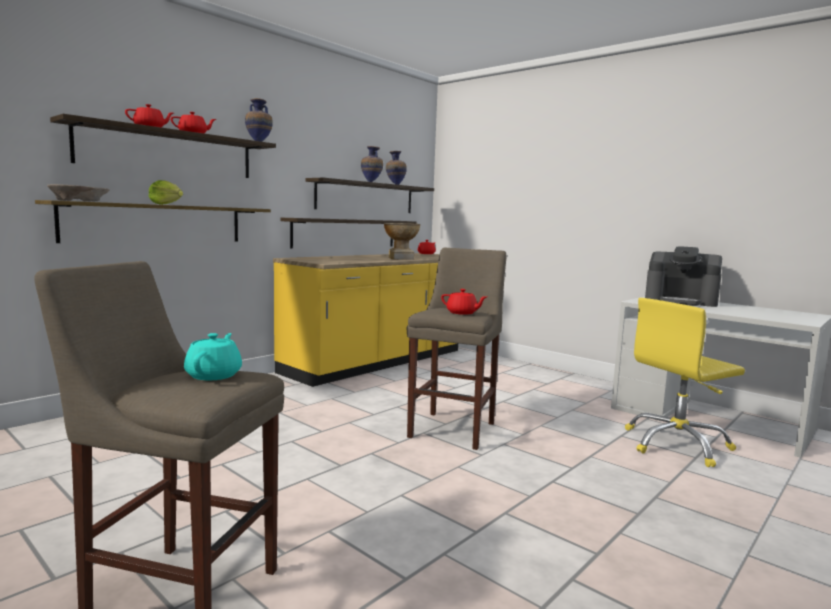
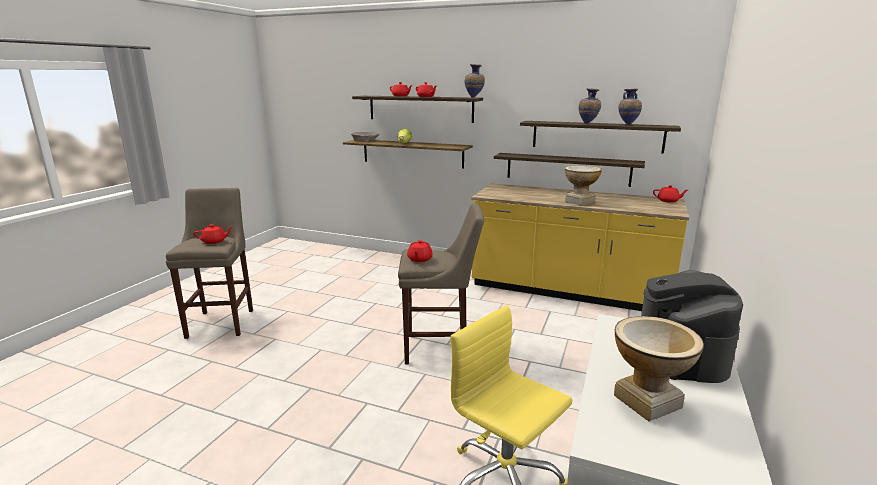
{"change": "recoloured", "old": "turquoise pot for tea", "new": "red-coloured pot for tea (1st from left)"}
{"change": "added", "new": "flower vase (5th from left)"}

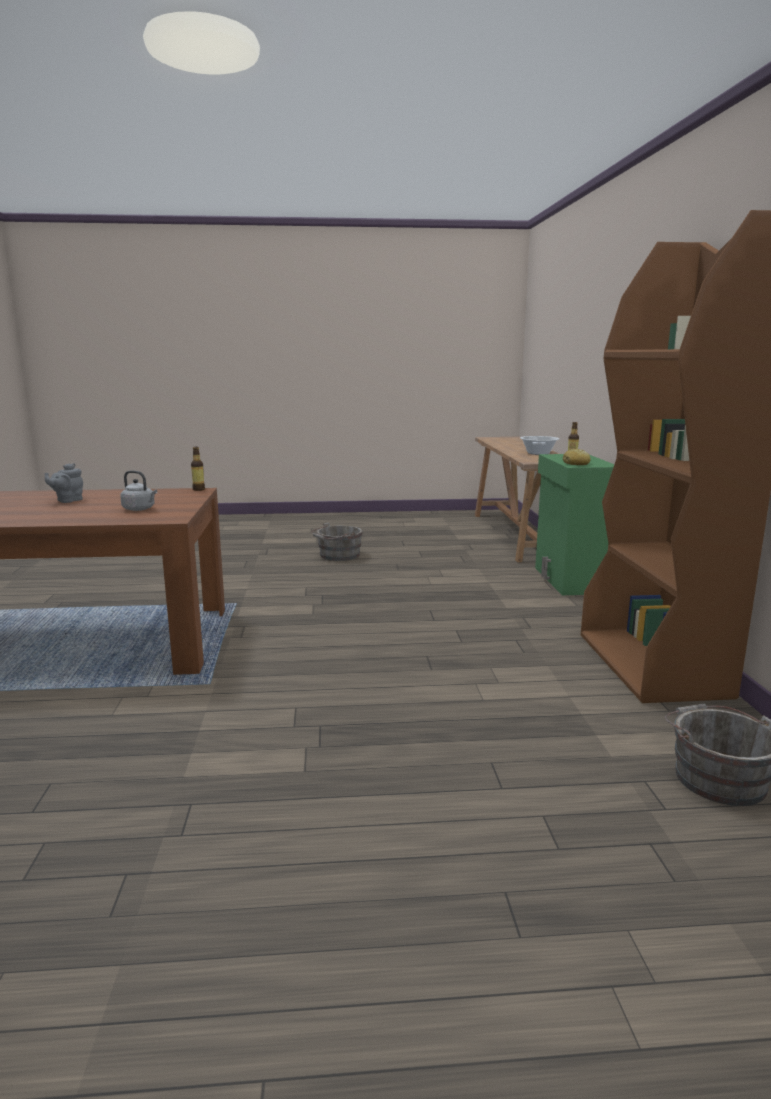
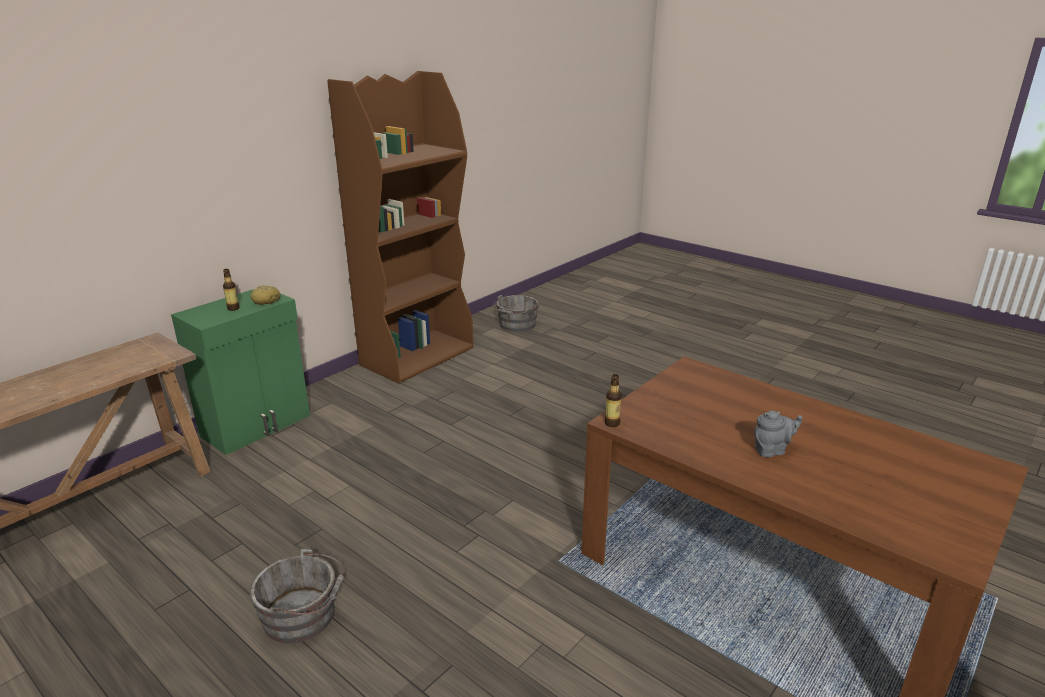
{"change": "removed", "old": "greyish kettle"}
{"change": "removed", "old": "saucepot"}

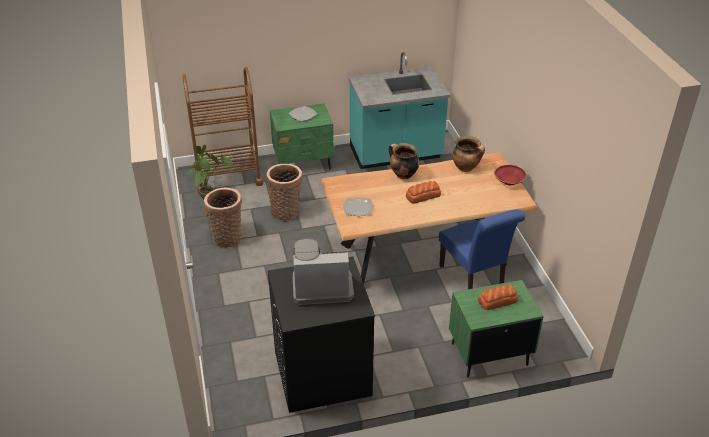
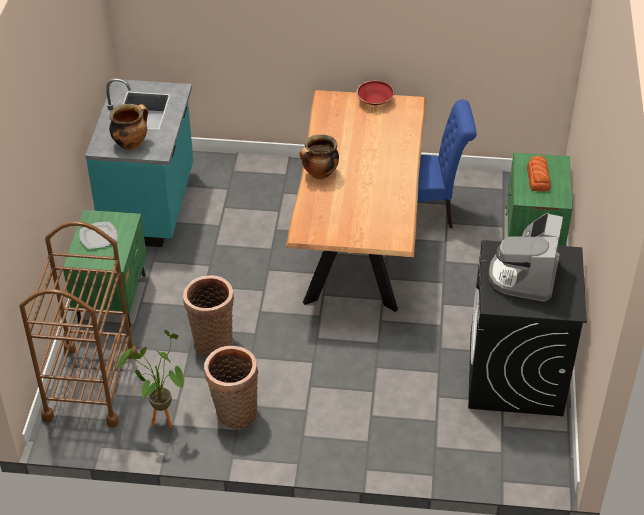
{"change": "moved", "old": "saucepot (2nd from left in the first image)", "new": "saucepot (1st from left)"}
{"change": "removed", "old": "dinner plate (2nd from left)"}
{"change": "removed", "old": "baked bread (1st from left)"}

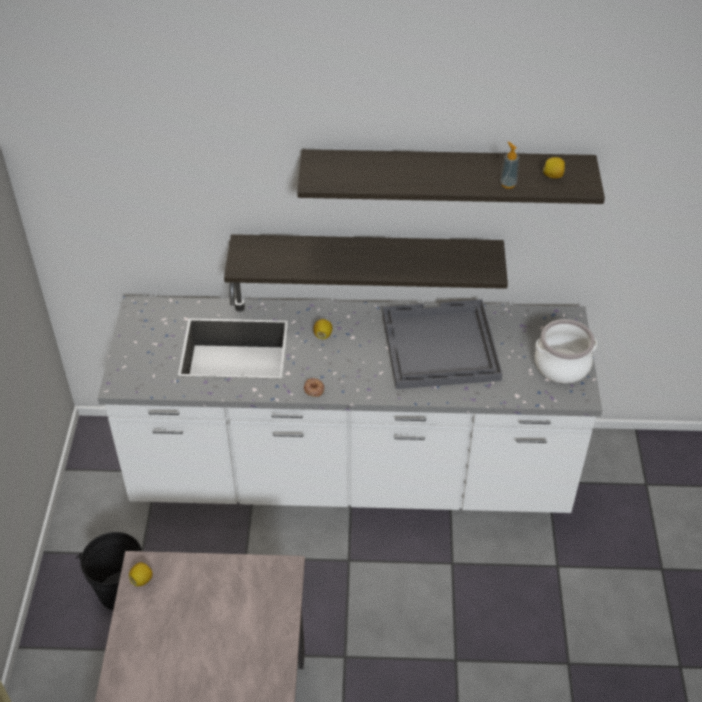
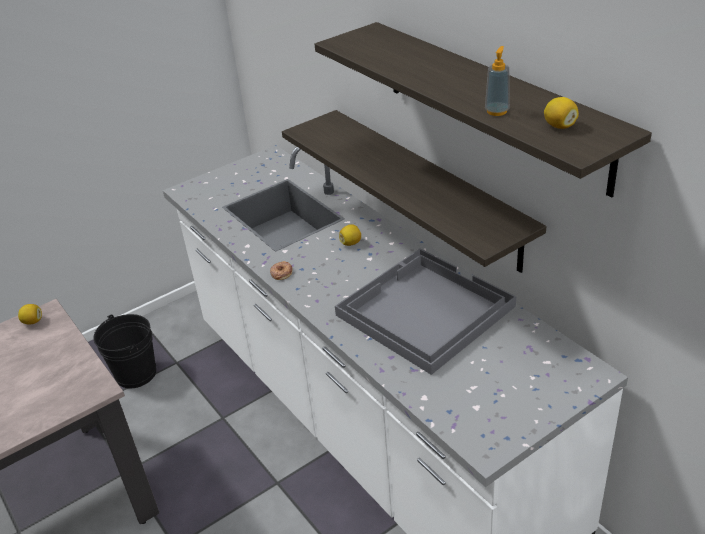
{"change": "removed", "old": "saucepot"}

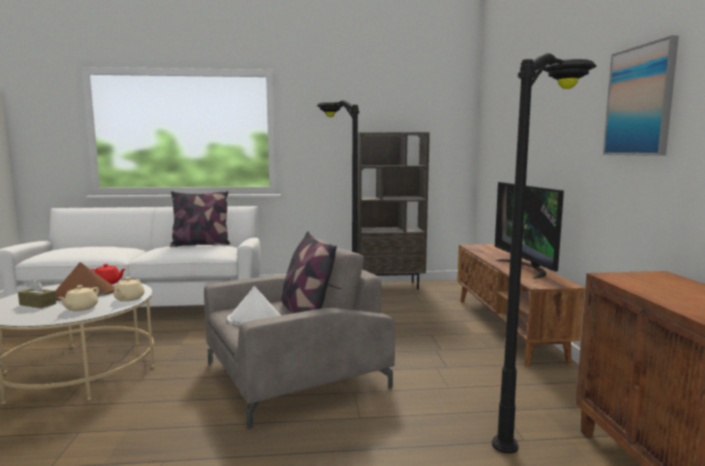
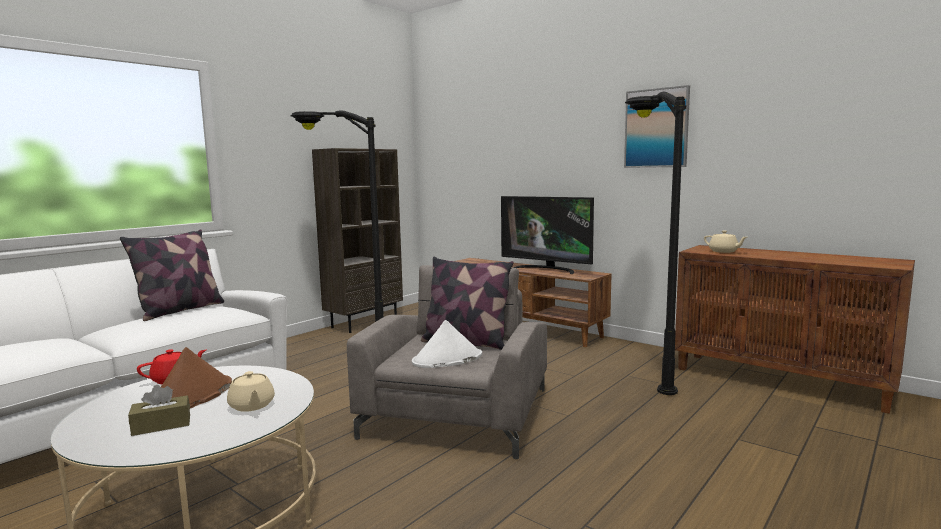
{"change": "moved", "old": "beige-coloured pot for tea (2nd from left)"}

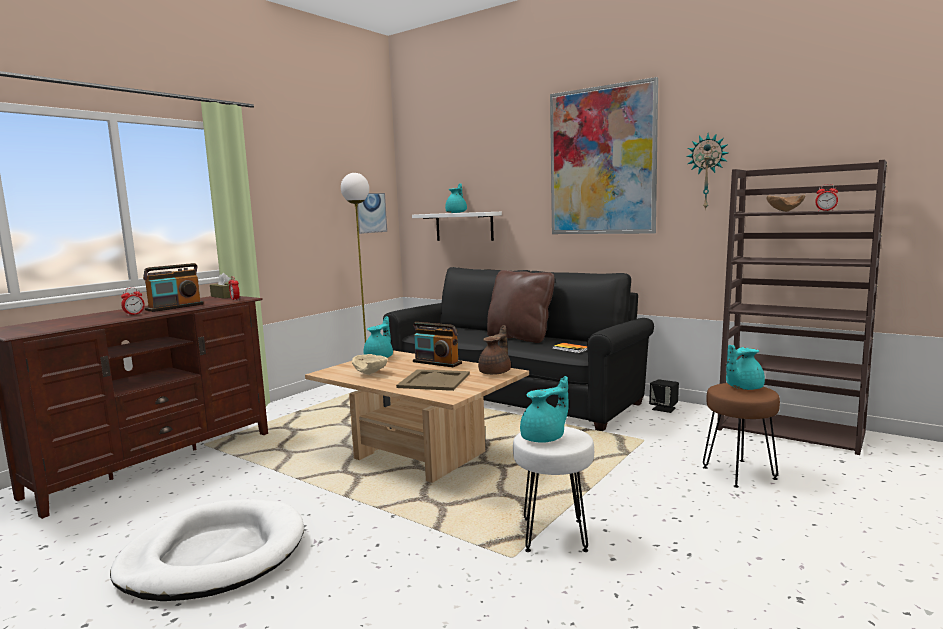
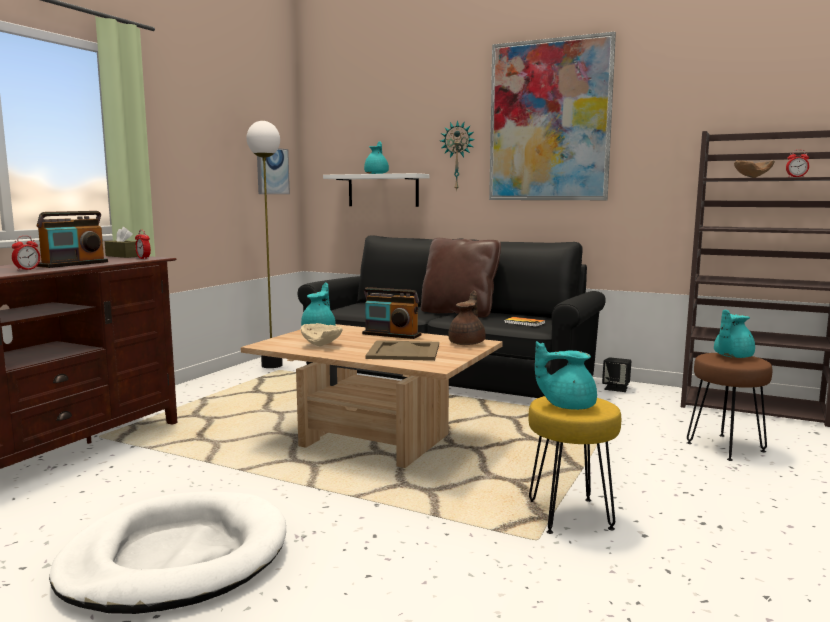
{"change": "moved", "old": "wall clock"}
{"change": "recoloured", "old": "white-coloured stool seat", "new": "yellowish stool seat"}
{"change": "turned", "old": "turquoise pot for tea (3rd from left)", "degrees": -135}

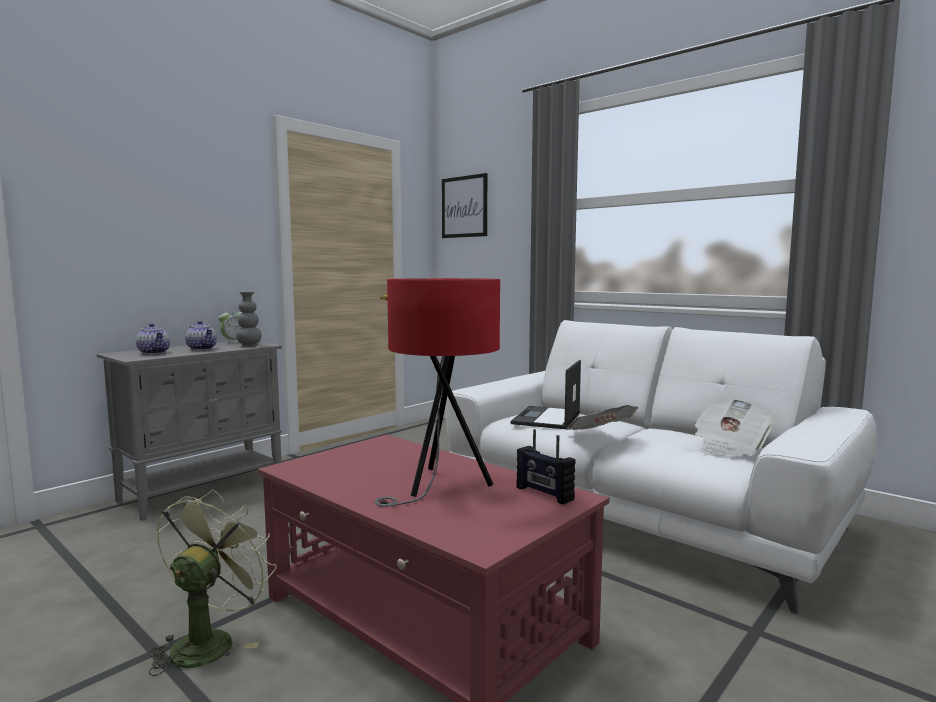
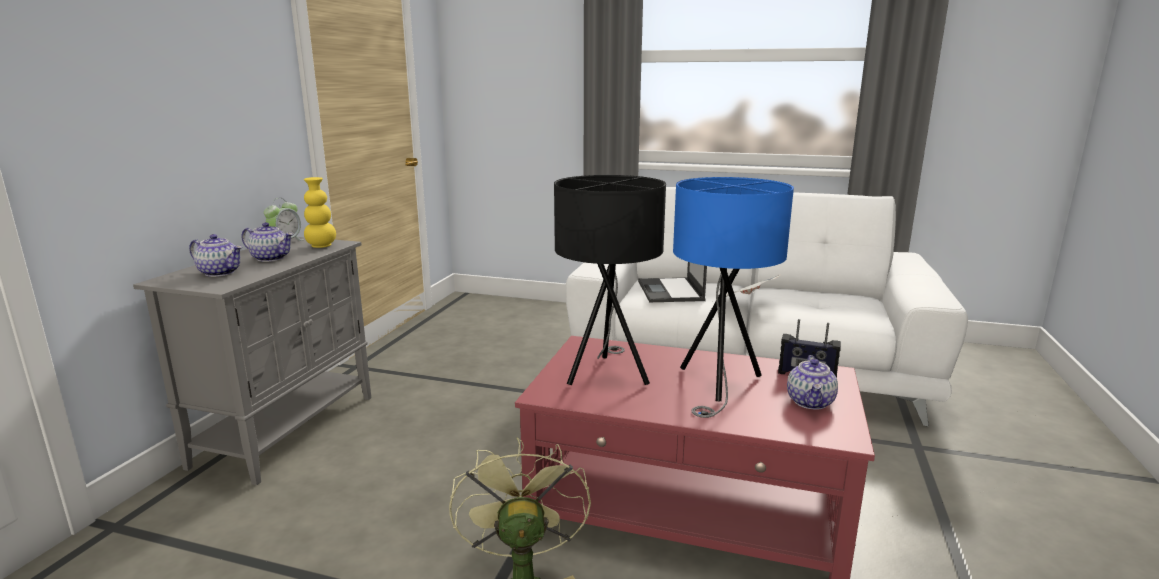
{"change": "recoloured", "old": "greyish flower vase", "new": "yellowish flower vase"}
{"change": "added", "new": "blackish lamp for a table"}
{"change": "recoloured", "old": "red-coloured lamp for a table", "new": "blue-coloured lamp for a table"}
{"change": "added", "new": "pot for tea (3rd from left)"}
{"change": "removed", "old": "wall picture"}
{"change": "removed", "old": "newspaper (2nd from left)"}

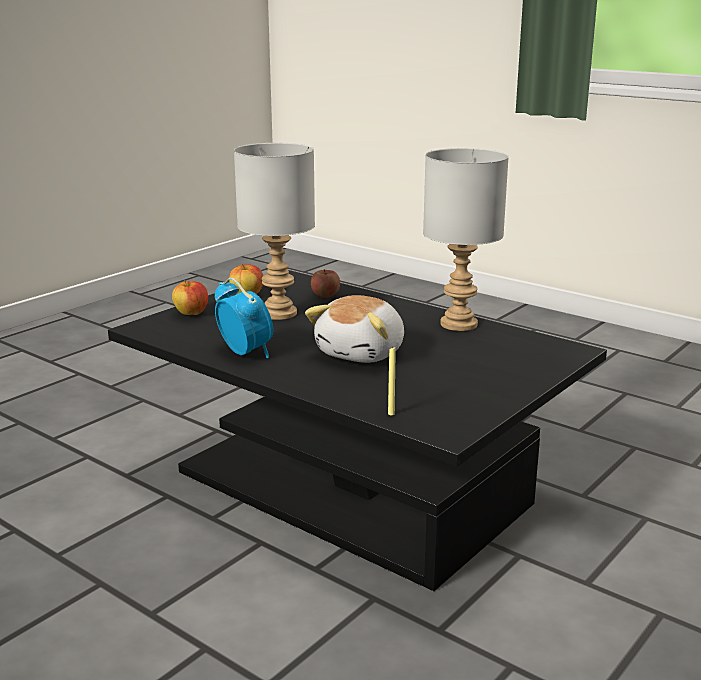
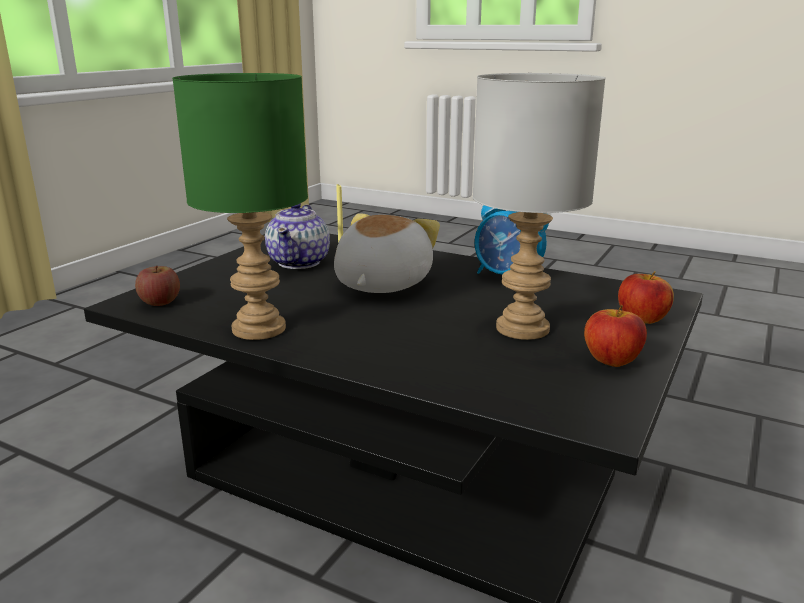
{"change": "moved", "old": "apple fruit (3rd from left in the first image)", "new": "apple fruit (1st from left)"}
{"change": "recoloured", "old": "greyish lamp for a table (2nd from left)", "new": "green lamp for a table"}
{"change": "added", "new": "pot for tea"}

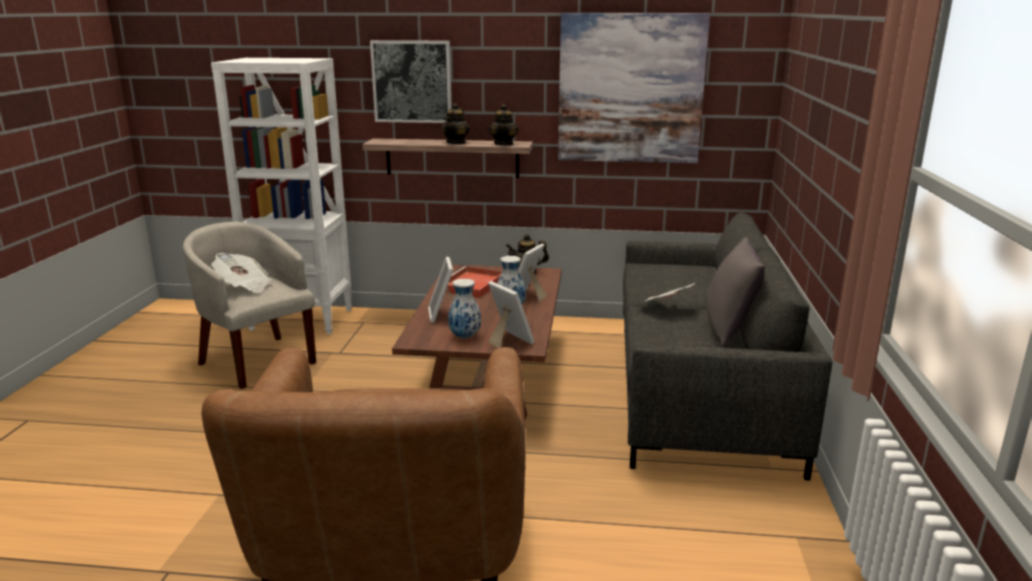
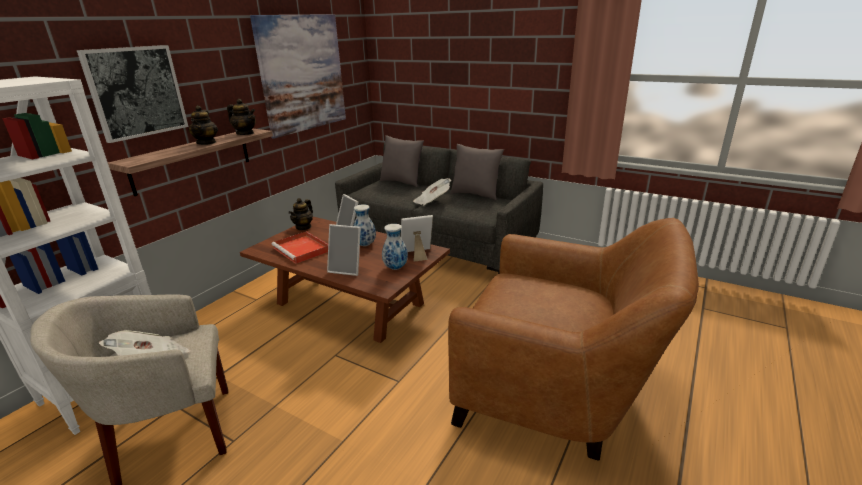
{"change": "turned", "old": "pot for tea (1st from left)", "degrees": 45}
{"change": "added", "new": "greyish pillow (1st from left)"}

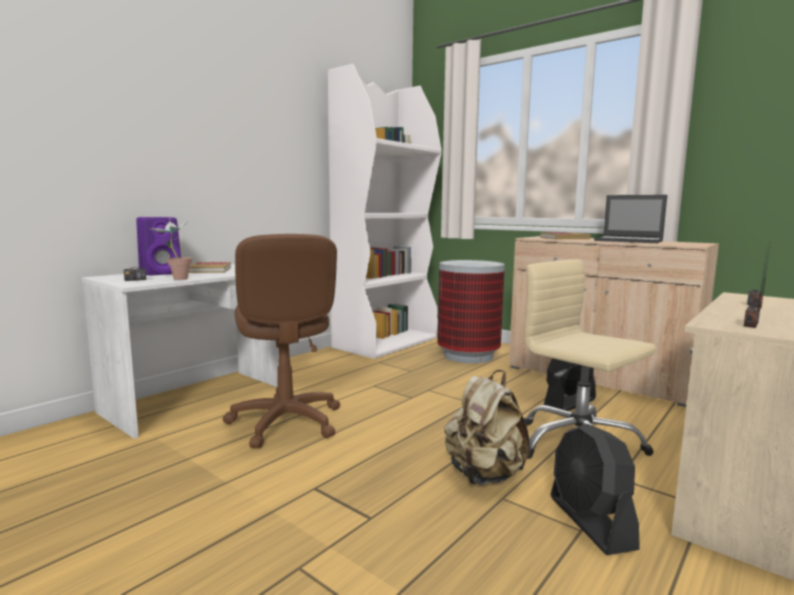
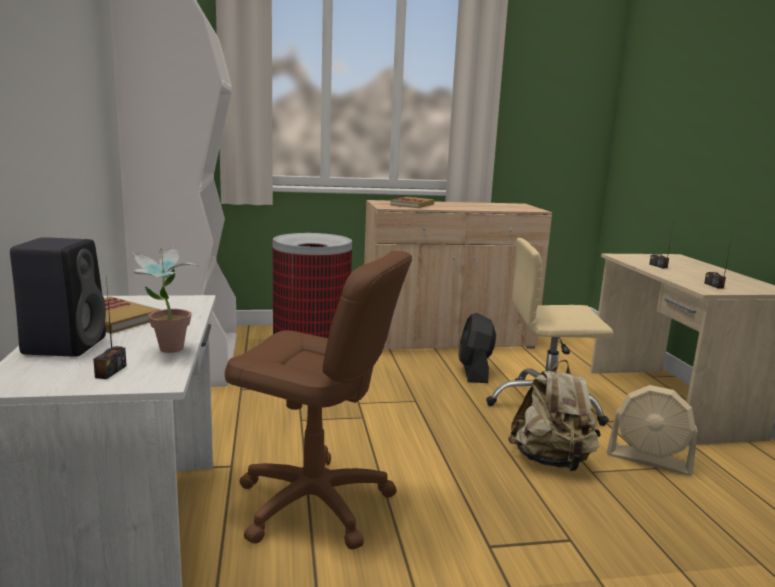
{"change": "recoloured", "old": "purple loudspeaker", "new": "blackish loudspeaker"}
{"change": "recoloured", "old": "blackish fan (2nd from left)", "new": "beige-coloured fan"}
{"change": "removed", "old": "laptop"}

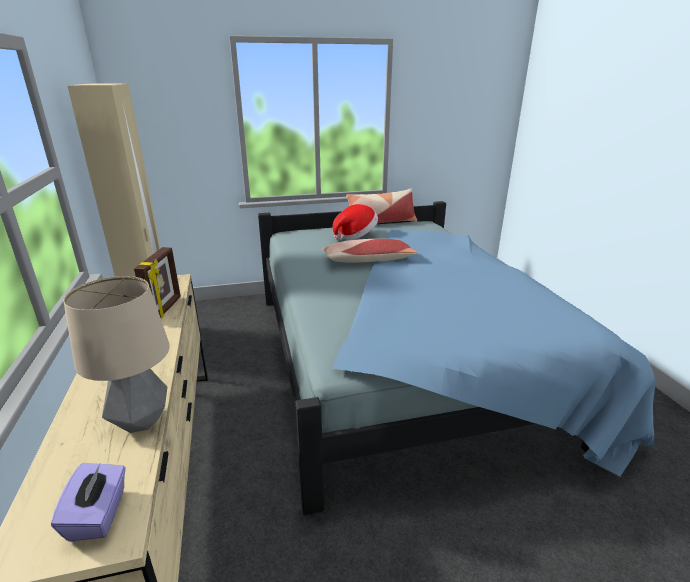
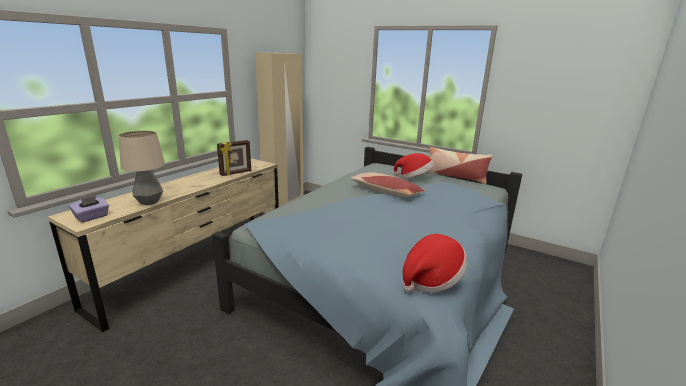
{"change": "added", "new": "hat (2nd from left)"}

